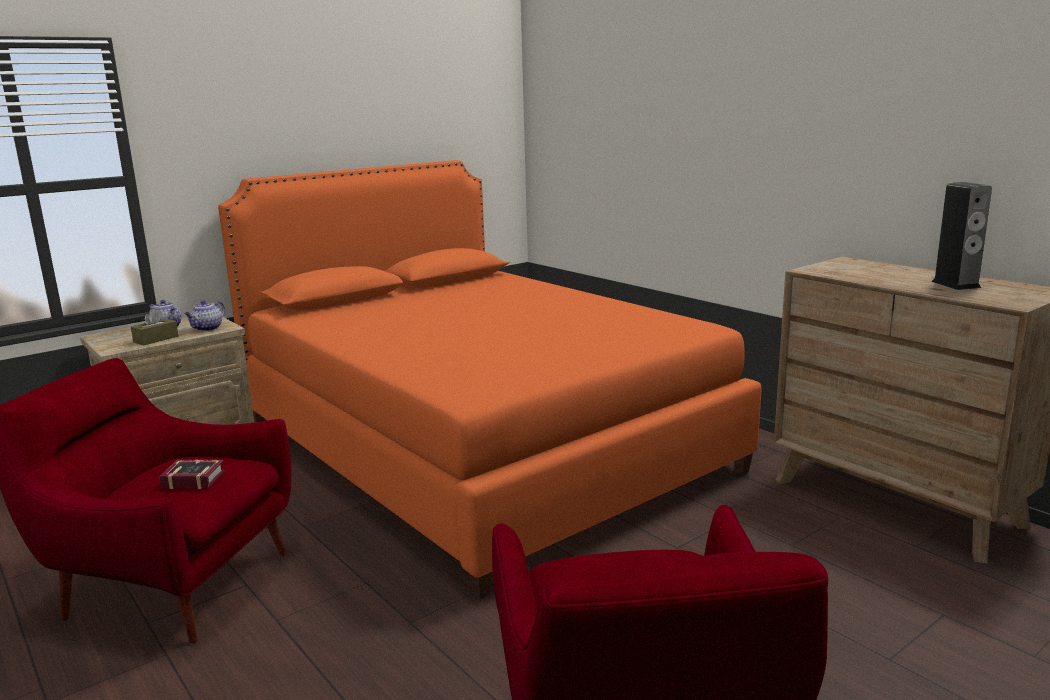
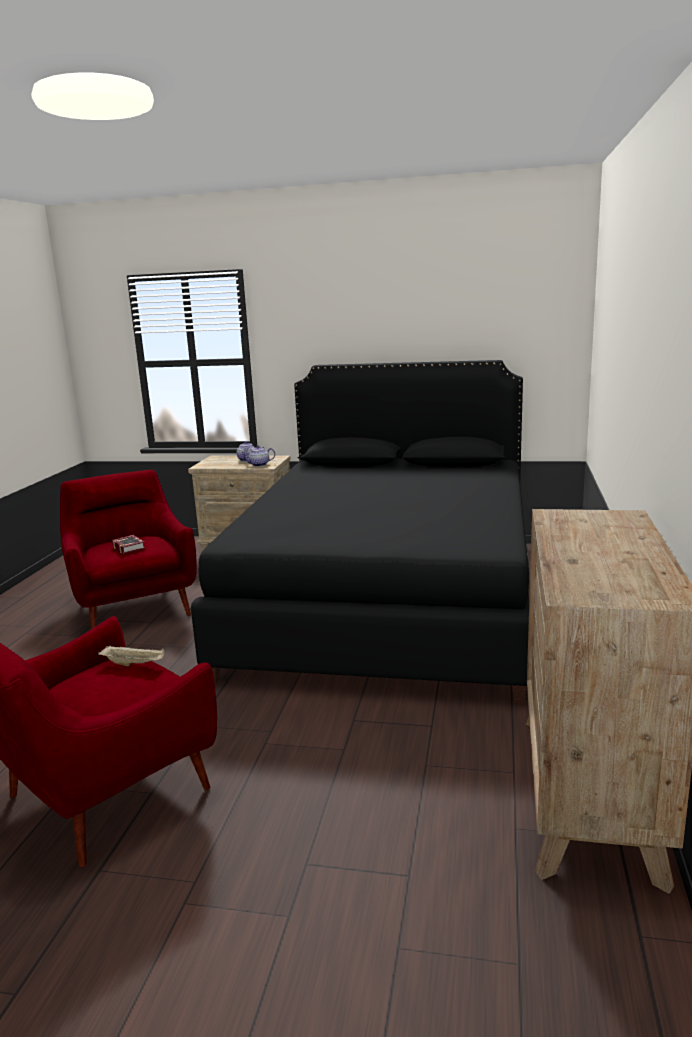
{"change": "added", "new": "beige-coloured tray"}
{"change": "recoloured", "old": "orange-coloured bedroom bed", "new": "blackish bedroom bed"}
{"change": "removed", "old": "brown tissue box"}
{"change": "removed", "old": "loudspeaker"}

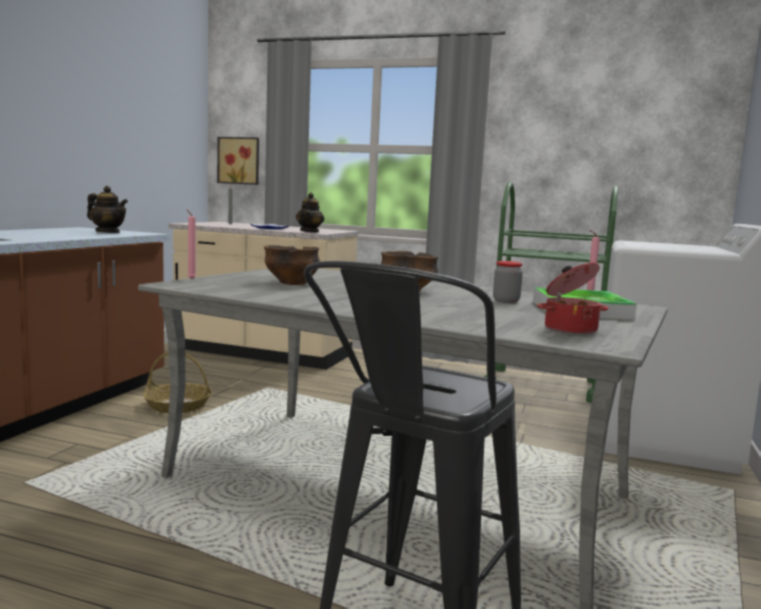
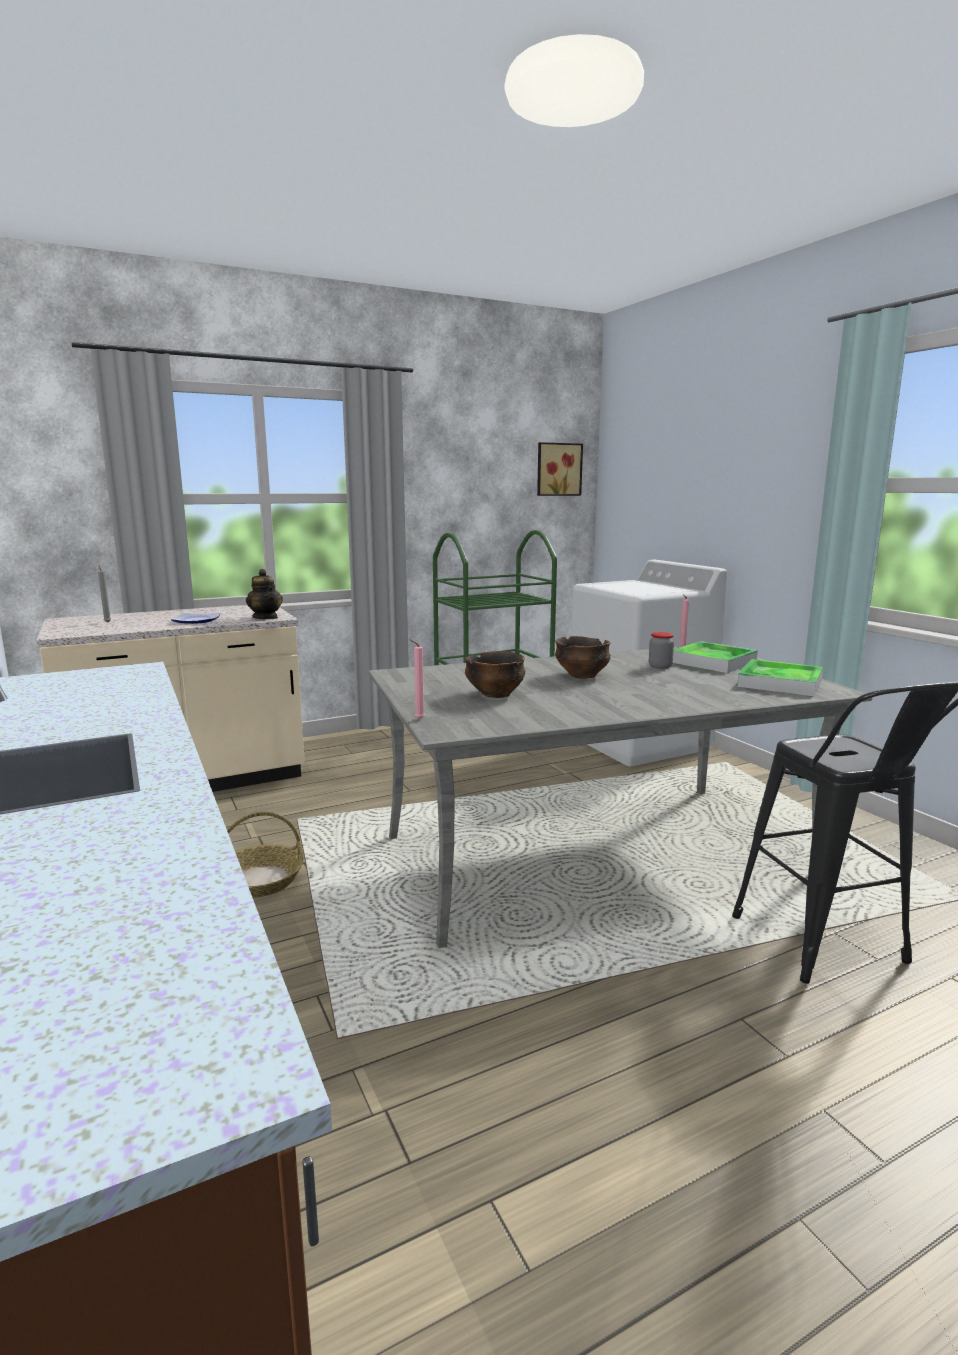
{"change": "moved", "old": "wall picture"}
{"change": "replaced", "old": "saucepot", "new": "tray (2nd from left)"}
{"change": "removed", "old": "pot for tea (1st from left)"}

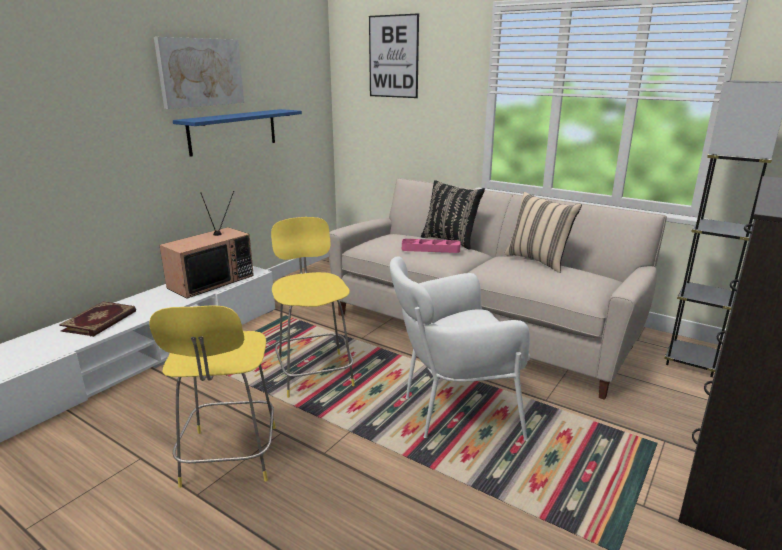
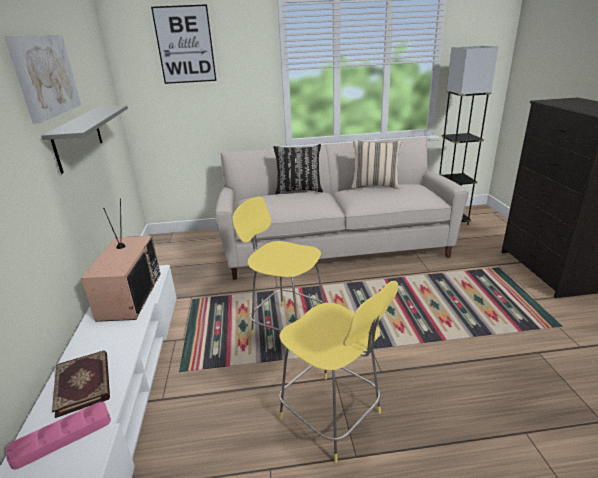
{"change": "moved", "old": "pink tray"}
{"change": "recoloured", "old": "blue-coloured wall shelf", "new": "greyish wall shelf"}
{"change": "removed", "old": "white-coloured easy chair"}

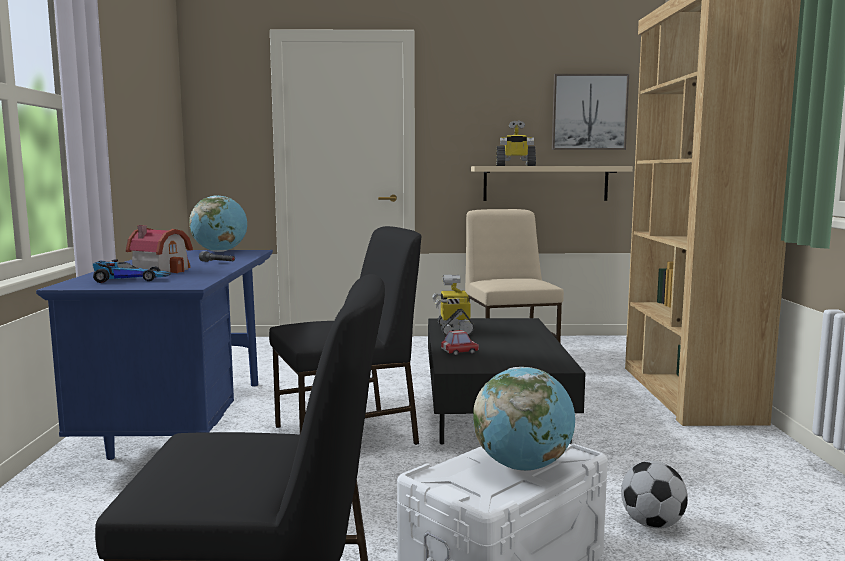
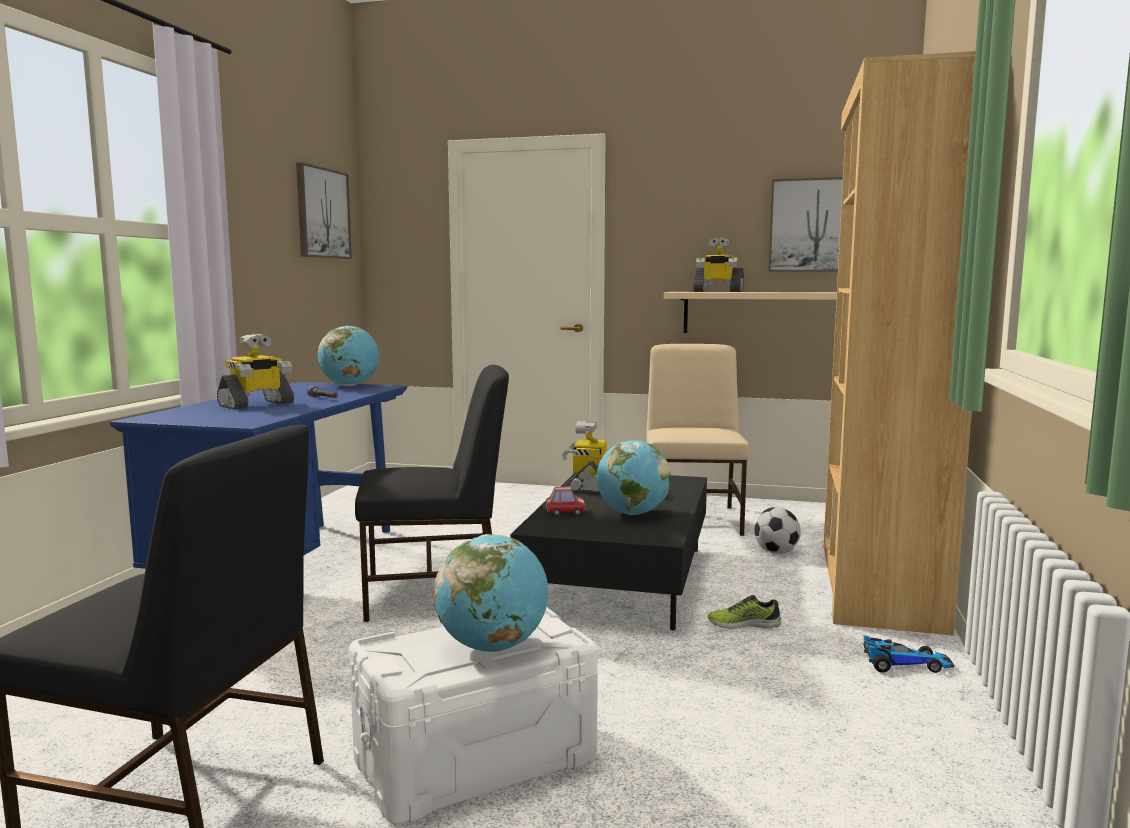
{"change": "replaced", "old": "toy house", "new": "robot figure (1st from left)"}
{"change": "added", "new": "wall picture (1st from left)"}
{"change": "added", "new": "globe (3rd from left)"}
{"change": "added", "new": "low shoe"}
{"change": "moved", "old": "football"}
{"change": "moved", "old": "model car (1st from left in the first image)", "new": "model car (2nd from left)"}

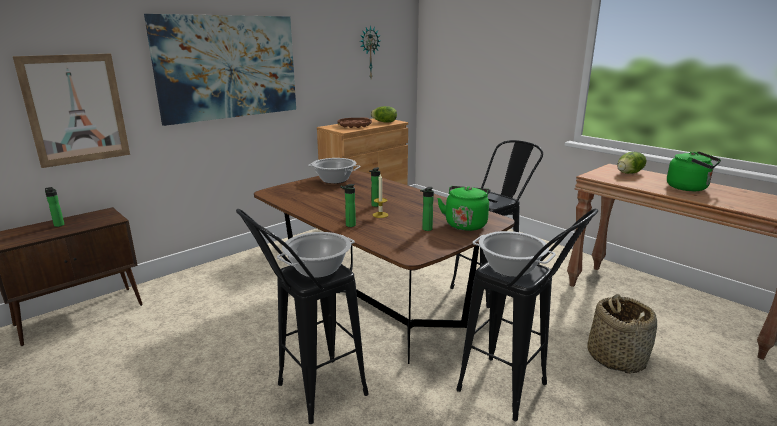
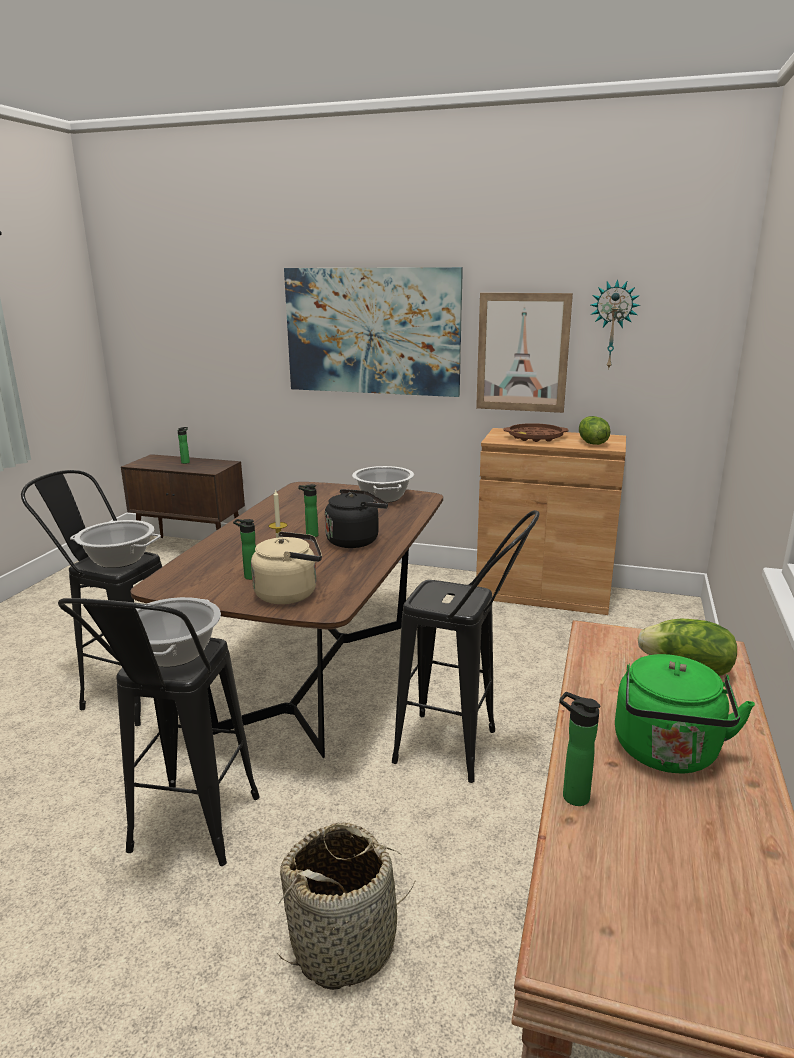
{"change": "recoloured", "old": "green kettle (1st from left)", "new": "beige-coloured kettle"}
{"change": "added", "new": "blackish kettle"}
{"change": "moved", "old": "wall picture (1st from left in the first image)", "new": "wall picture (2nd from left)"}
{"change": "moved", "old": "bottle (2nd from left in the first image)", "new": "bottle (4th from left)"}

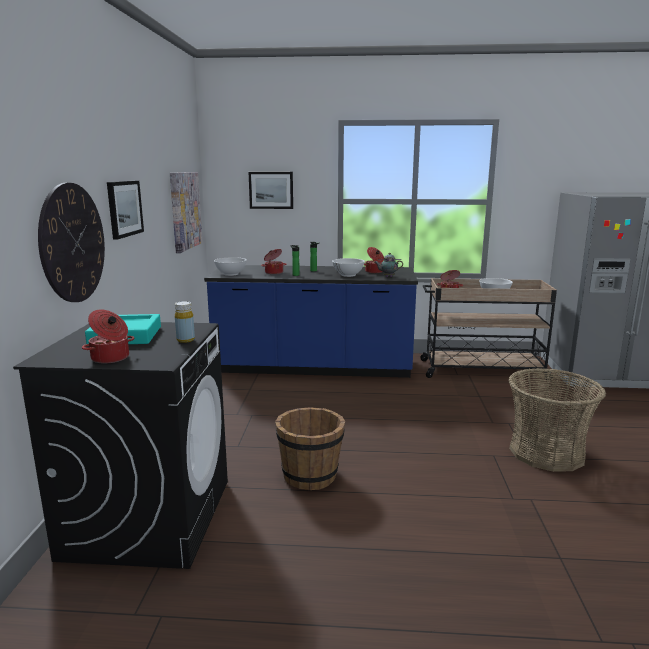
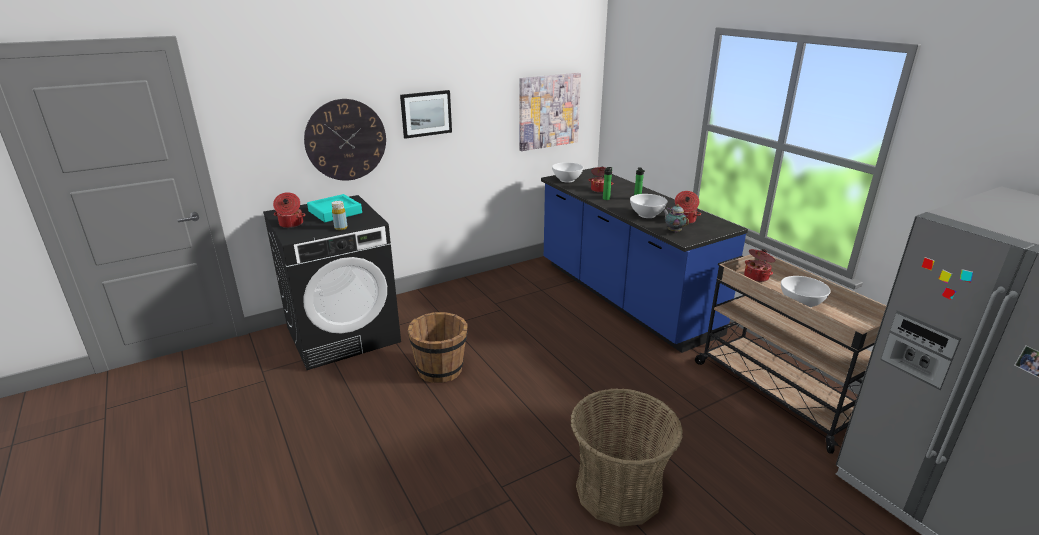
{"change": "removed", "old": "wall picture (3rd from left)"}

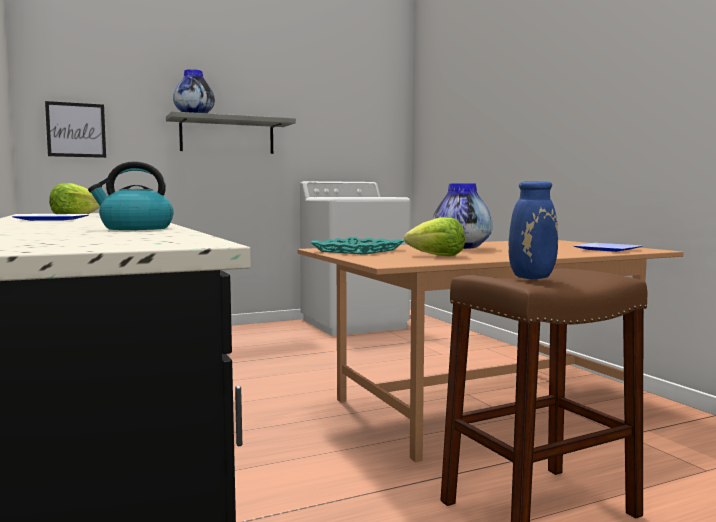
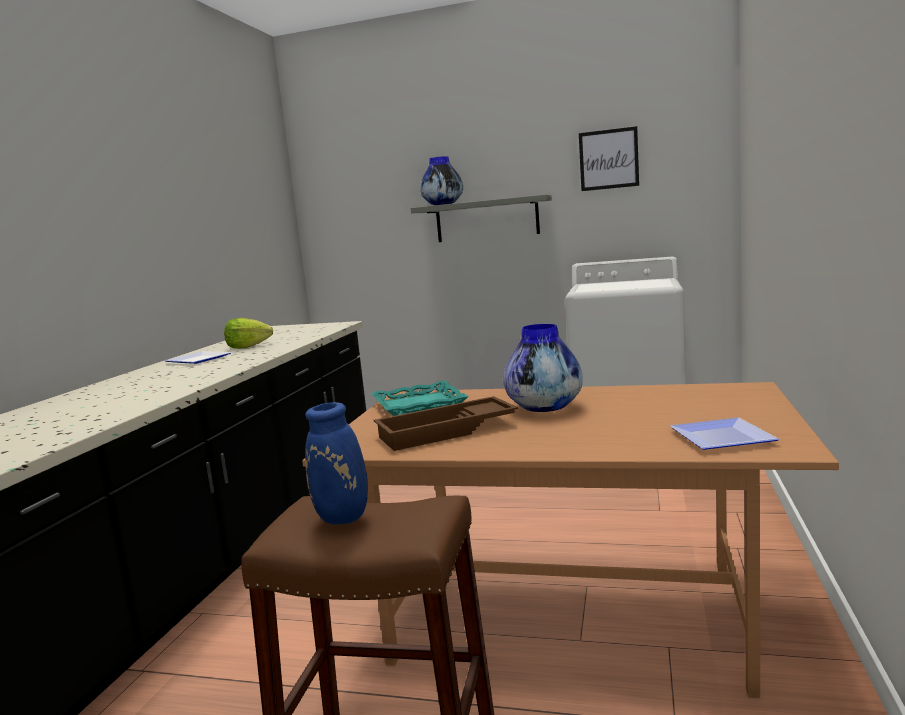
{"change": "replaced", "old": "lettuce head (2nd from left)", "new": "brown tray"}
{"change": "moved", "old": "wall picture"}
{"change": "removed", "old": "kettle"}

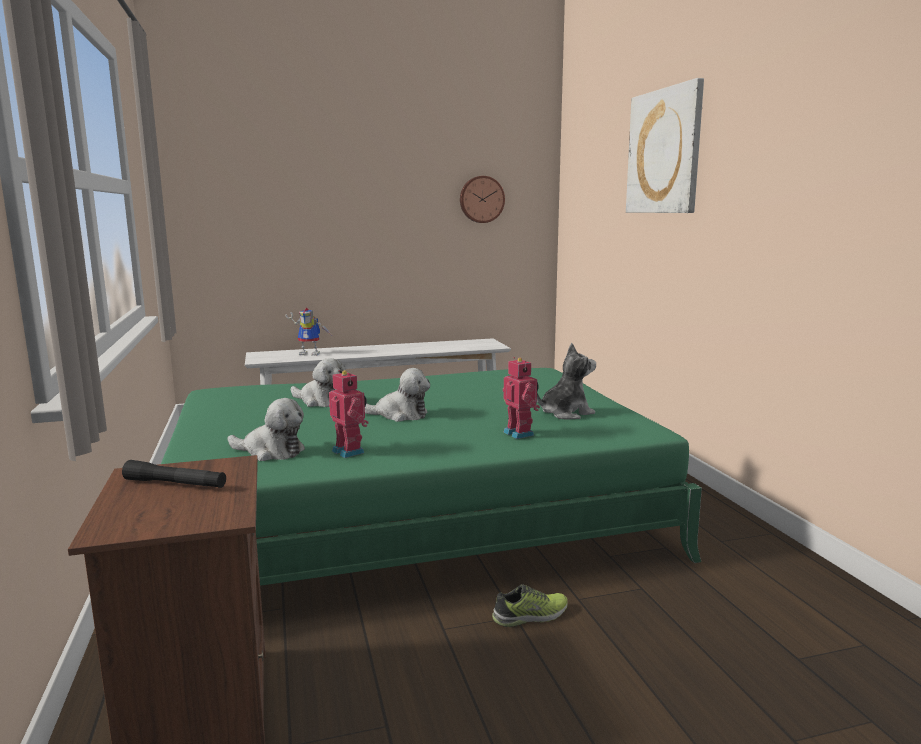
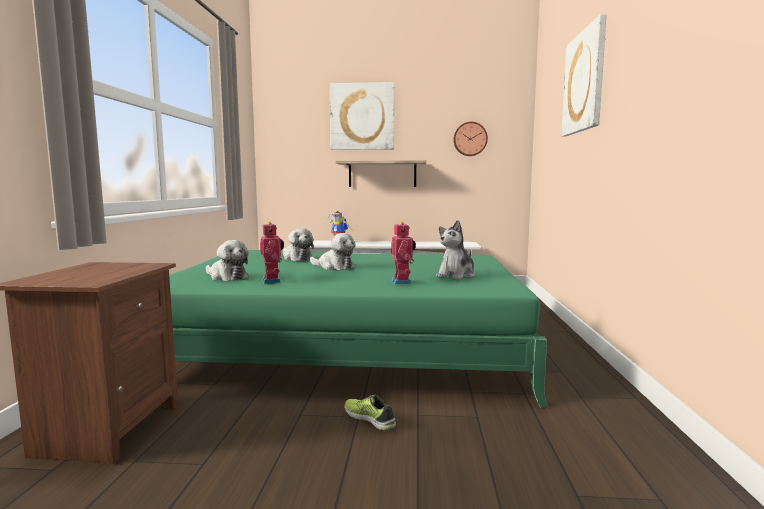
{"change": "added", "new": "wall picture (1st from left)"}
{"change": "added", "new": "wall shelf"}
{"change": "turned", "old": "low shoe", "degrees": -135}
{"change": "turned", "old": "soft toy (4th from left)", "degrees": 135}
{"change": "removed", "old": "blackish torch"}

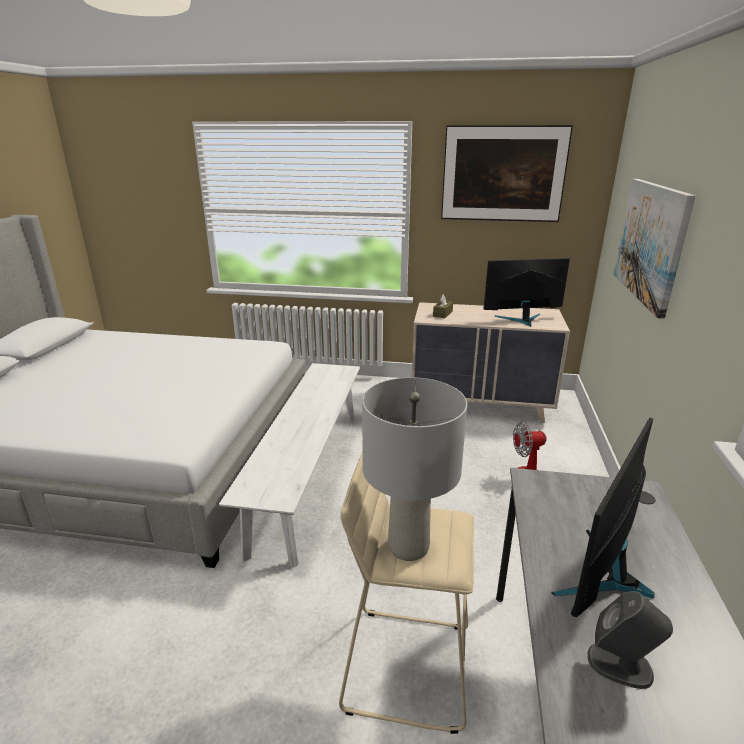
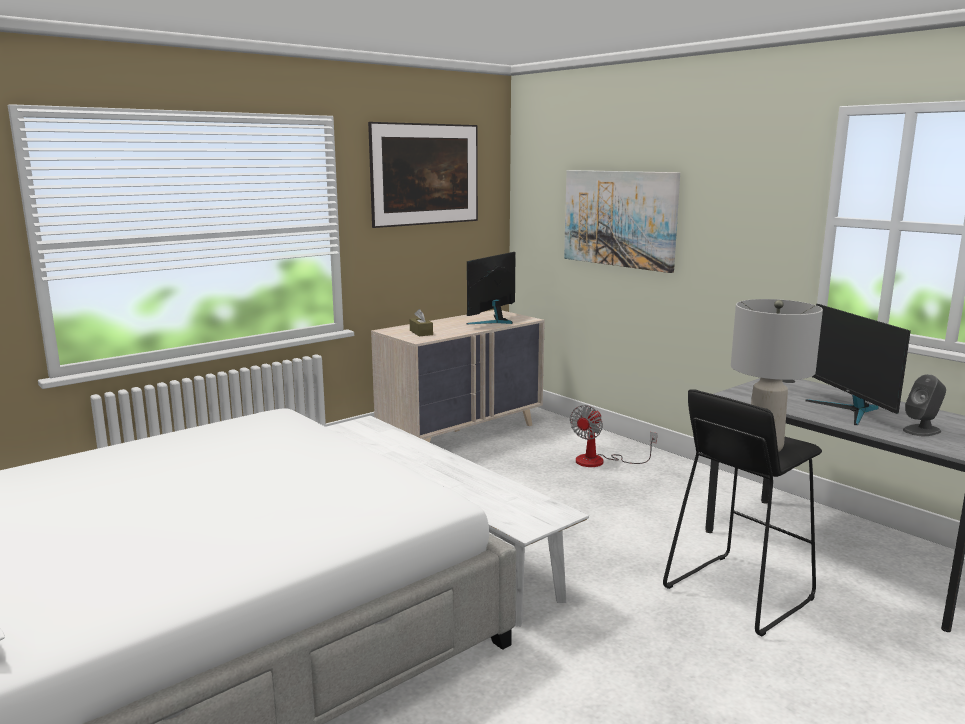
{"change": "recoloured", "old": "beige-coloured stool seat", "new": "blackish stool seat"}

